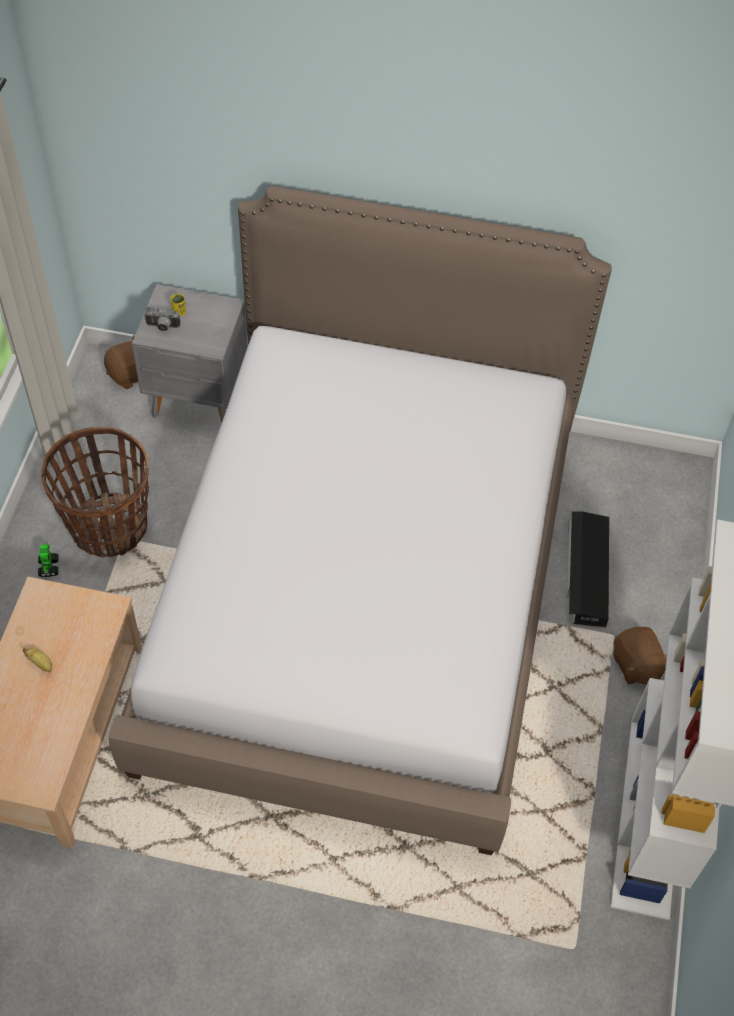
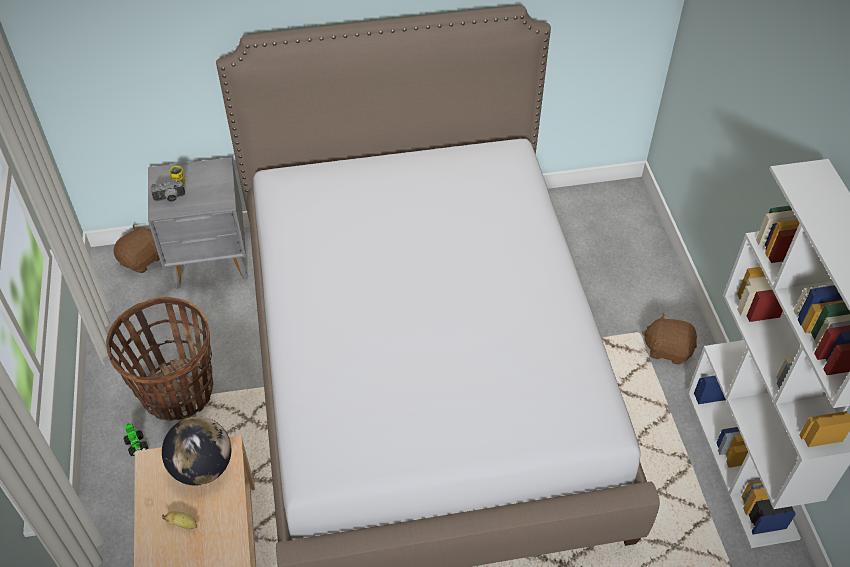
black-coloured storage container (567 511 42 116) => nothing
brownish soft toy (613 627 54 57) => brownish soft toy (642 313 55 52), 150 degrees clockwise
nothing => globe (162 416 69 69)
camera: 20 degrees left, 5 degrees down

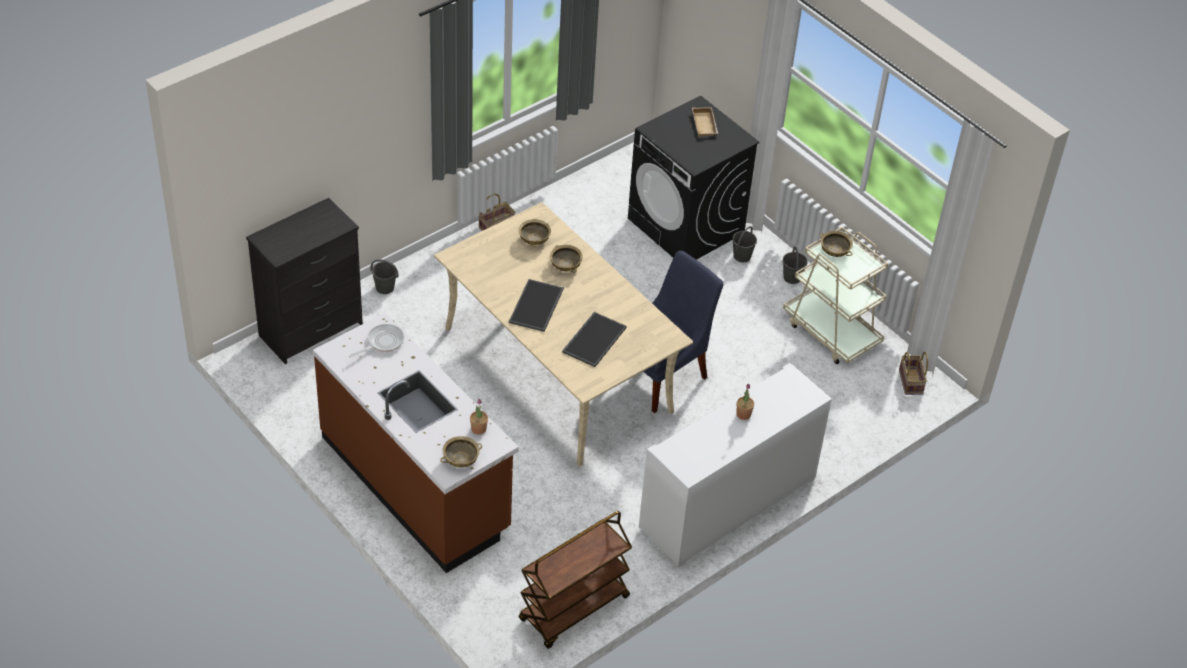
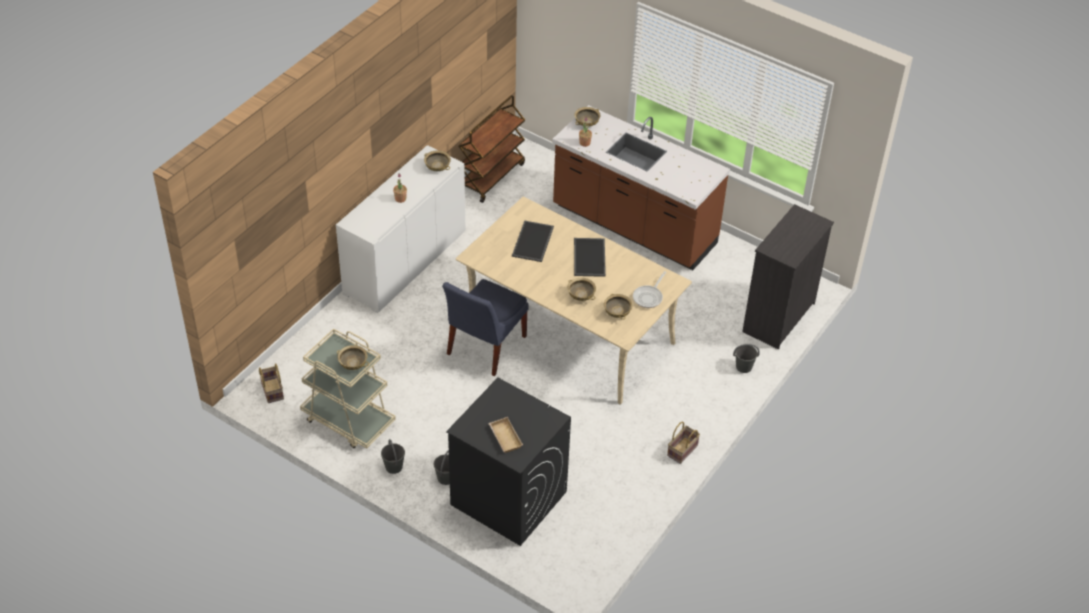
pan (349 324 55 34) => pan (633 271 33 37), relocated
nothing => beige-coloured bowl (424 150 27 21)
camera: 165 degrees right, 0 degrees up

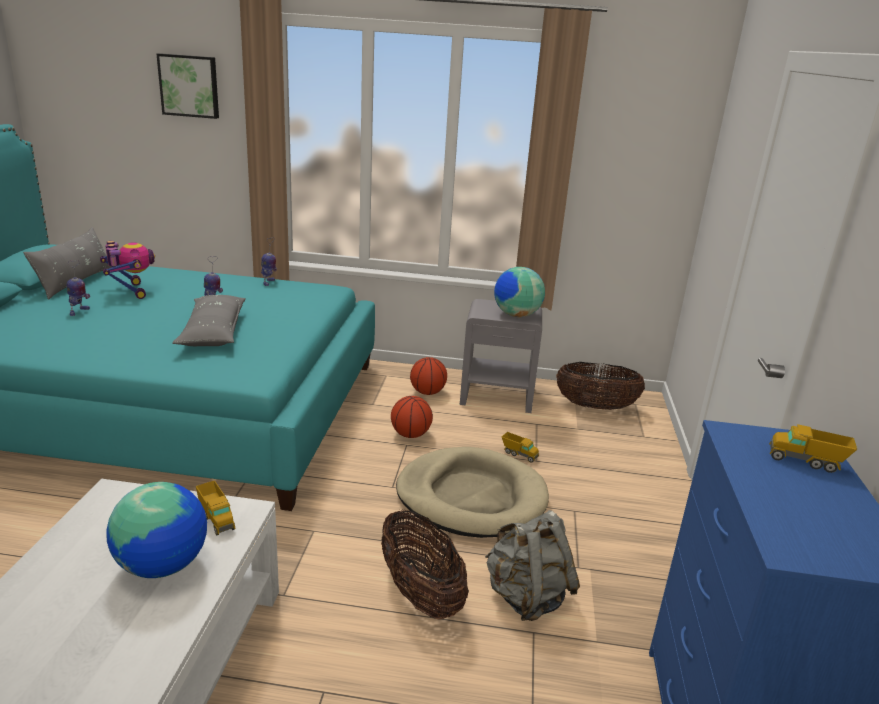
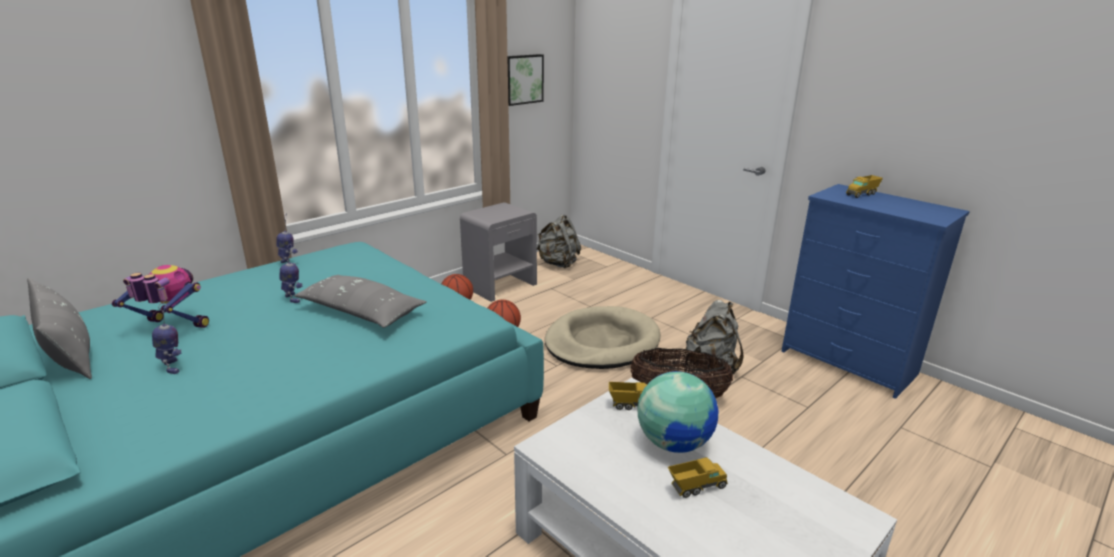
wall art (157 53 62 66) => wall art (507 54 37 52), relocated
globe (494 267 51 50) => nothing
toy truck (502 432 37 31) => toy truck (668 457 60 41), relocated
storage basket (556 362 89 48) => gray backpack (537 214 44 54)
camera: 50 degrees left, 0 degrees up

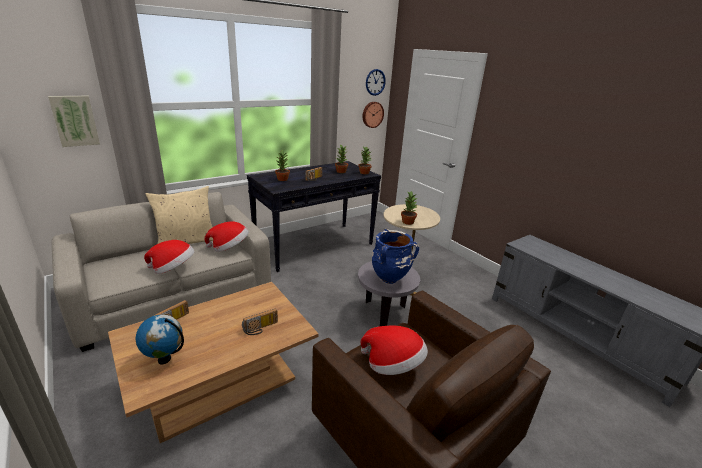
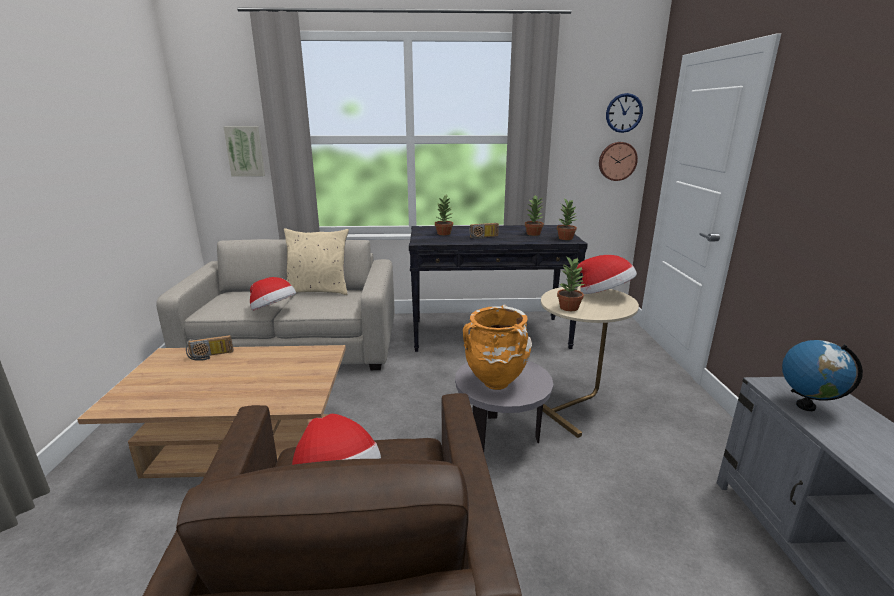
globe (136 314 48 50) => globe (782 340 81 71), relocated
wearable hat (204 222 45 30) => wearable hat (574 255 63 39), relocated
radio (242 308 36 27) => nothing
blue vase (372 229 47 55) => orange vase (463 304 69 86)
camera: 35 degrees right, 5 degrees down

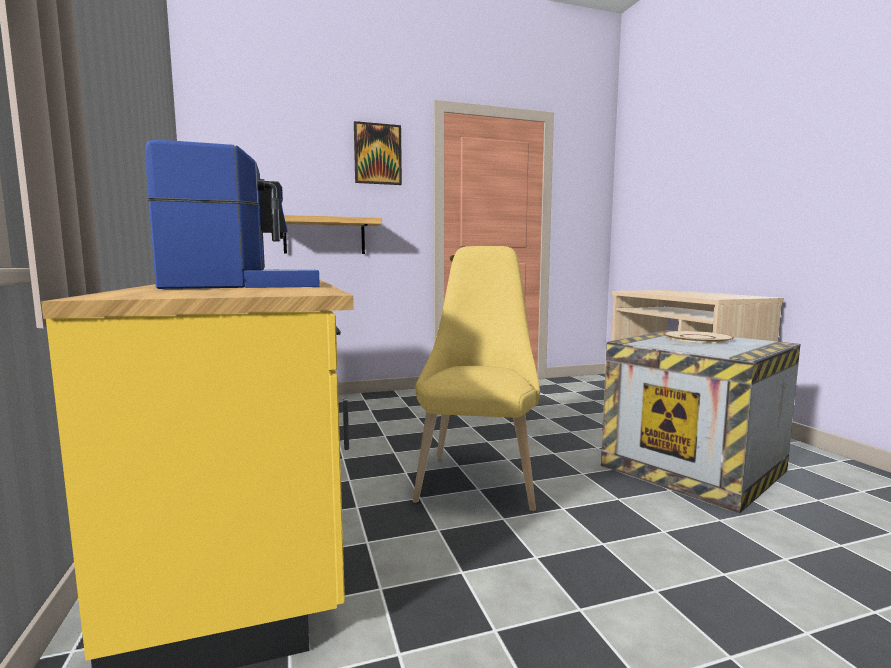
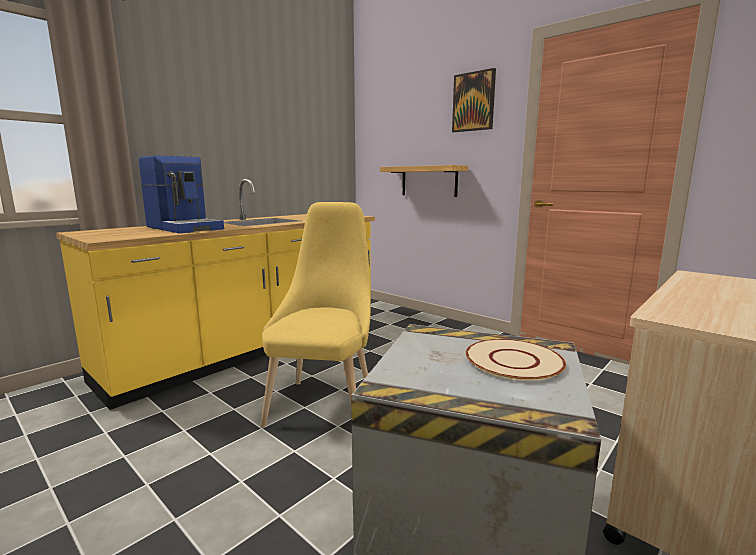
yellow chair (413 246 127 265) => yellow chair (260 202 111 226), 60 degrees counterclockwise
camera: 60 degrees right, 5 degrees up

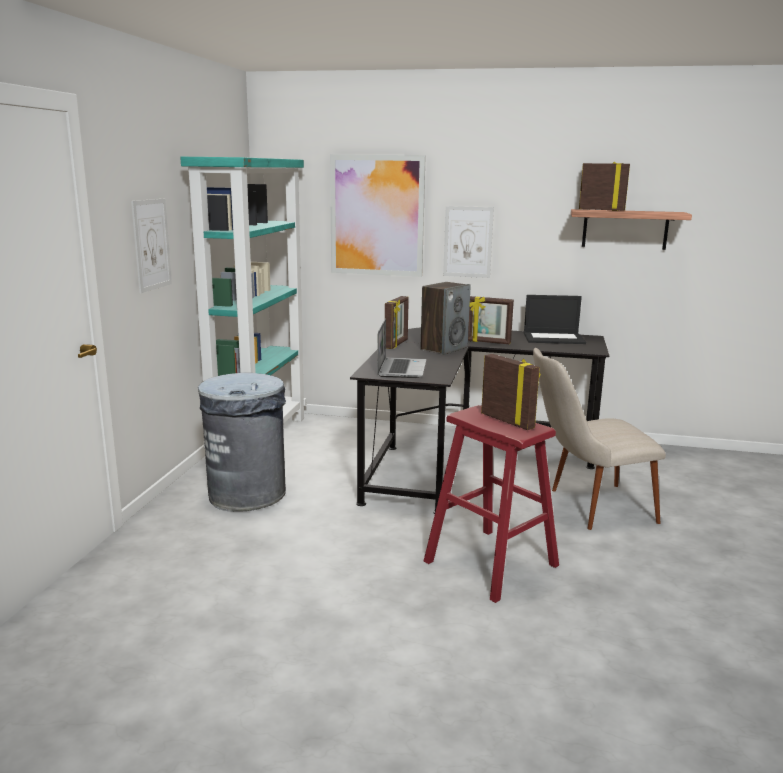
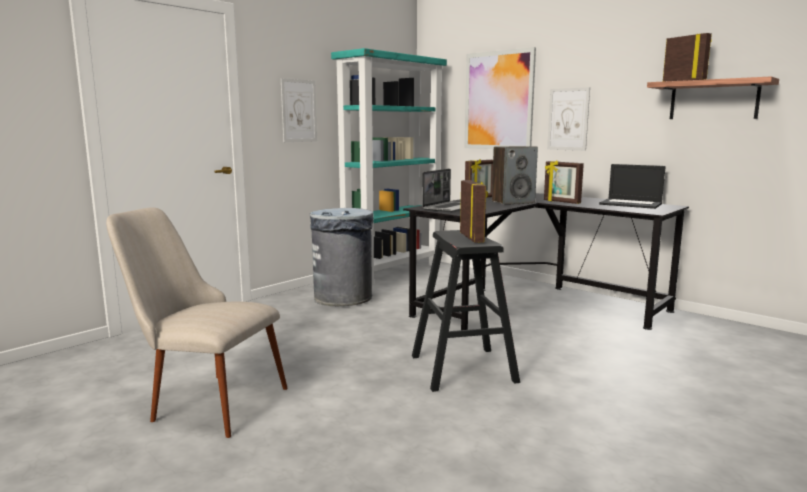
reddish sitting stool (424 405 135 198) => black-coloured sitting stool (412 230 108 162)
beige-coloured chair (533 348 133 182) => beige-coloured chair (106 207 182 231), relocated
camera: 30 degrees right, 5 degrees down

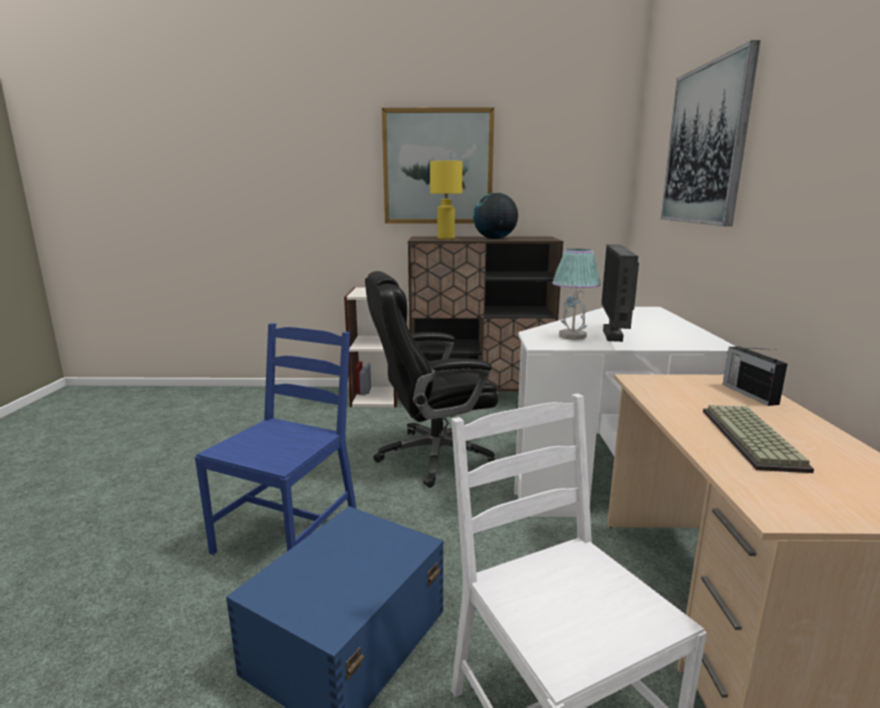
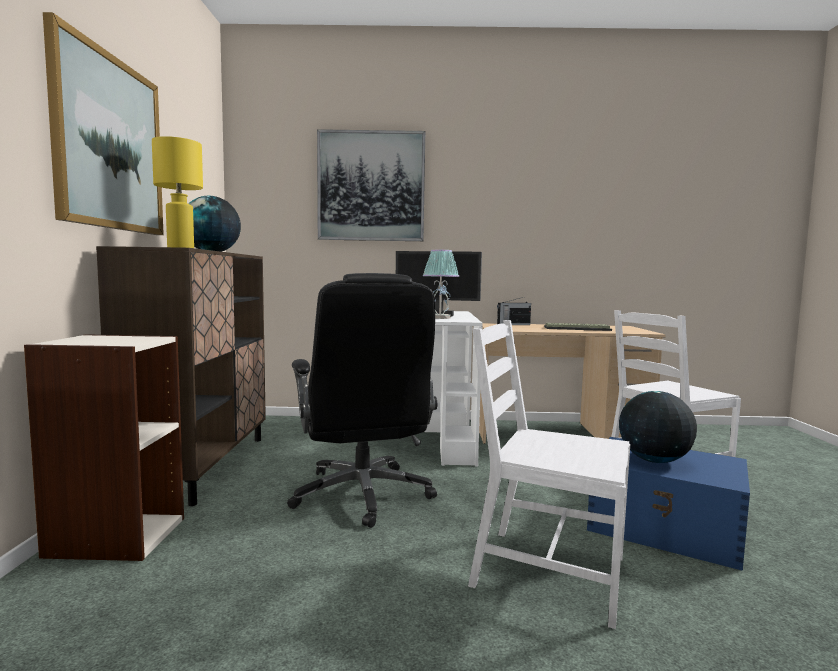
blue chair (195 323 162 232) => whitish chair (468 320 162 309)
nothing => globe (619 391 78 72)
camera: 90 degrees left, 10 degrees down

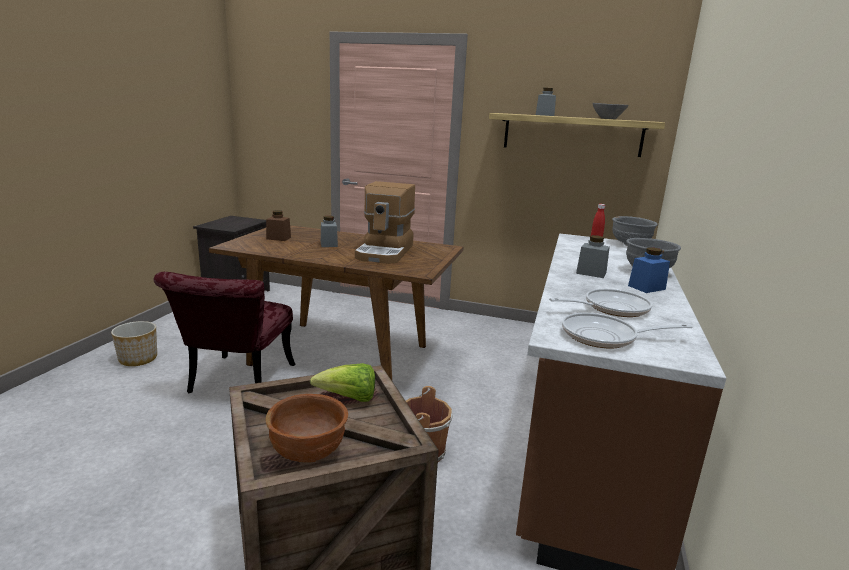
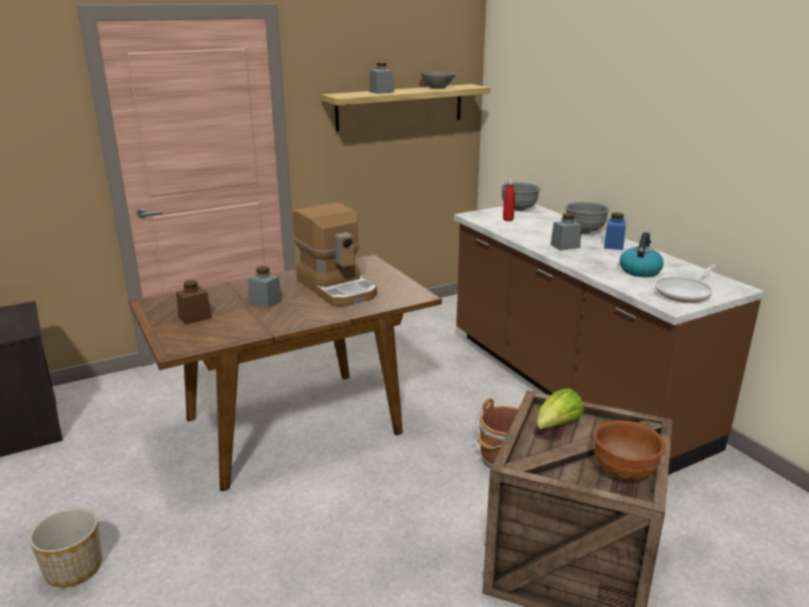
reddish chair (154 272 141 121) => nothing
pan (549 289 103 28) => water kettle (620 232 44 45)
camera: 45 degrees left, 5 degrees up

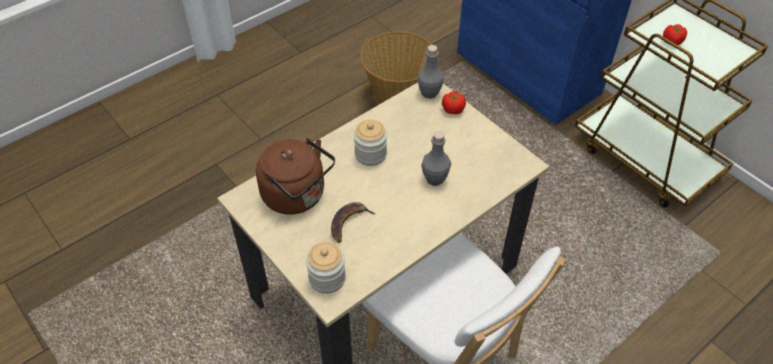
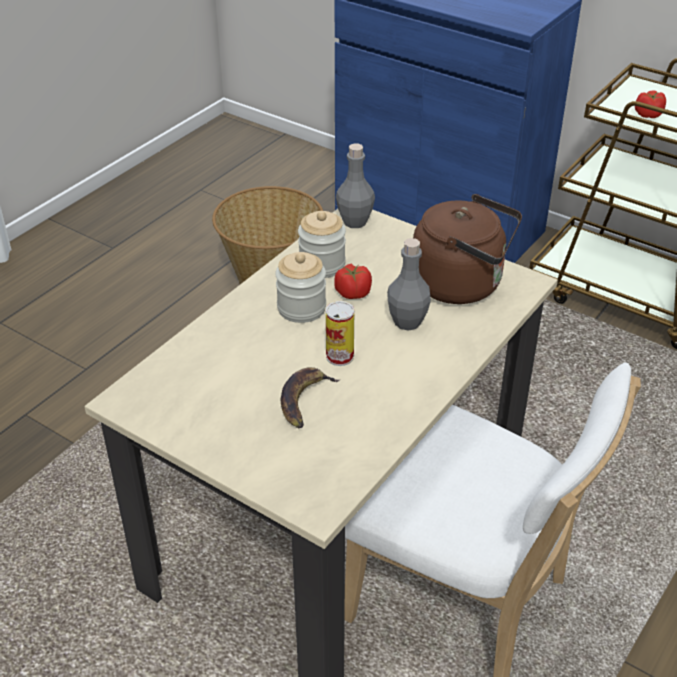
brownish water kettle (256 138 79 77) => brownish water kettle (413 194 109 110), relocated
jar (306 242 40 52) => jar (298 211 48 67), relocated
tomato (442 91 24 23) => tomato (334 264 38 35), relocated
nothing => can (326 301 28 65)
camera: 15 degrees left, 10 degrees down

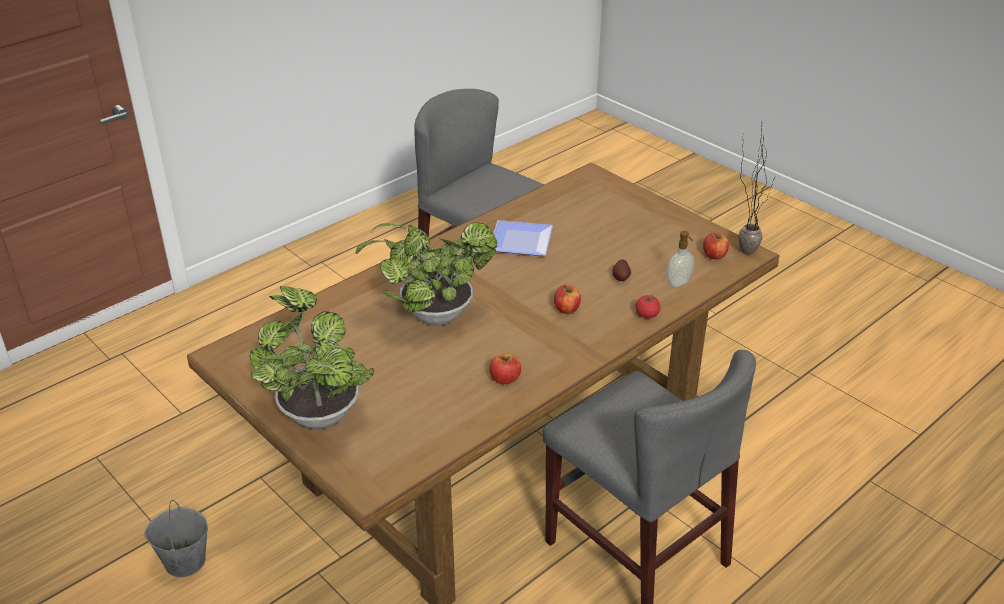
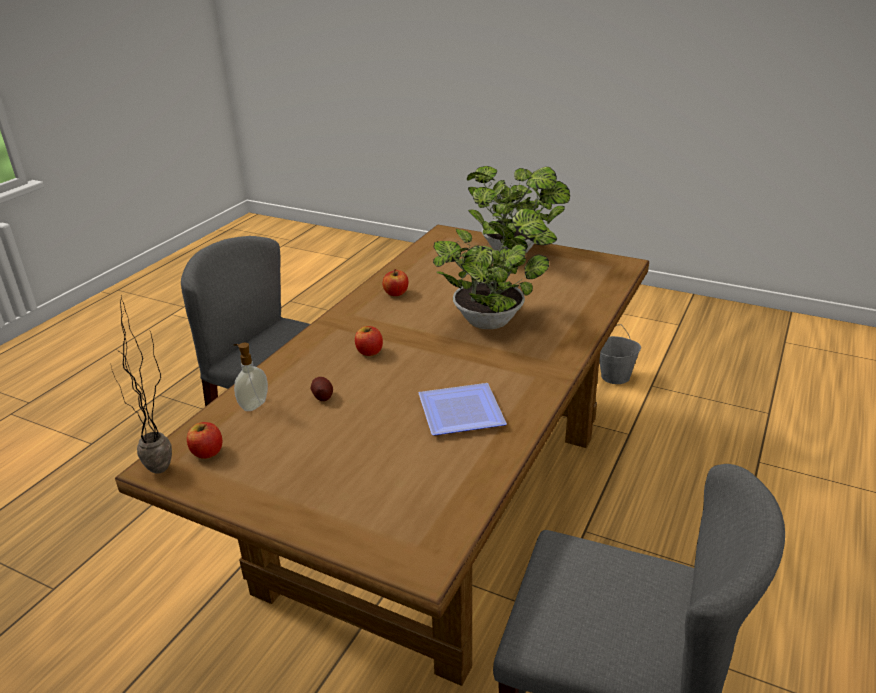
tomato (635 295 26 23) => nothing
camera: 160 degrees right, 5 degrees down

